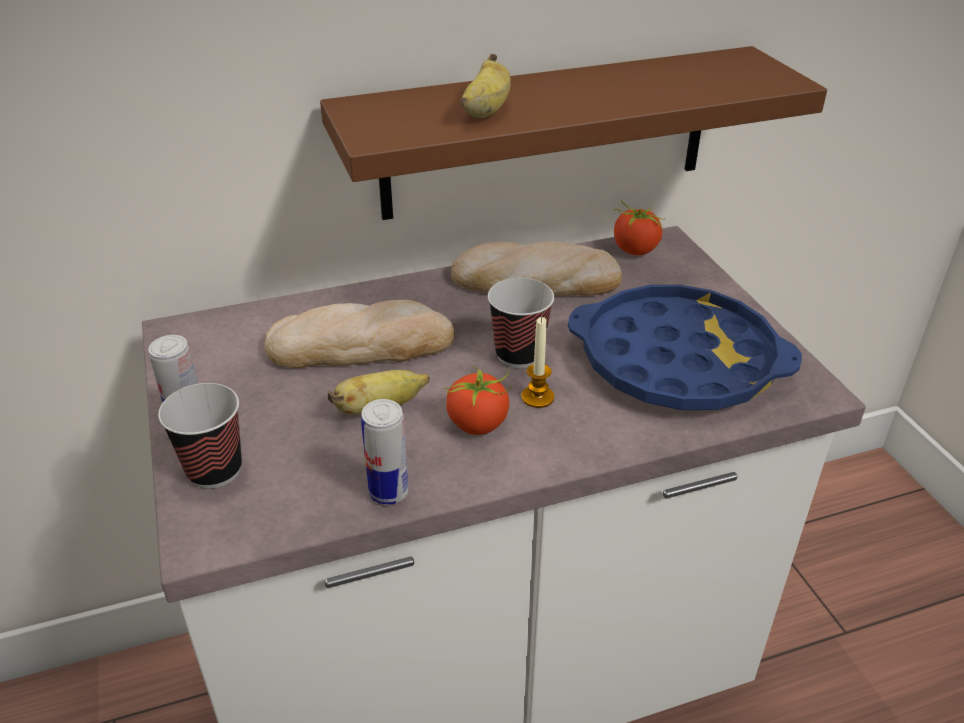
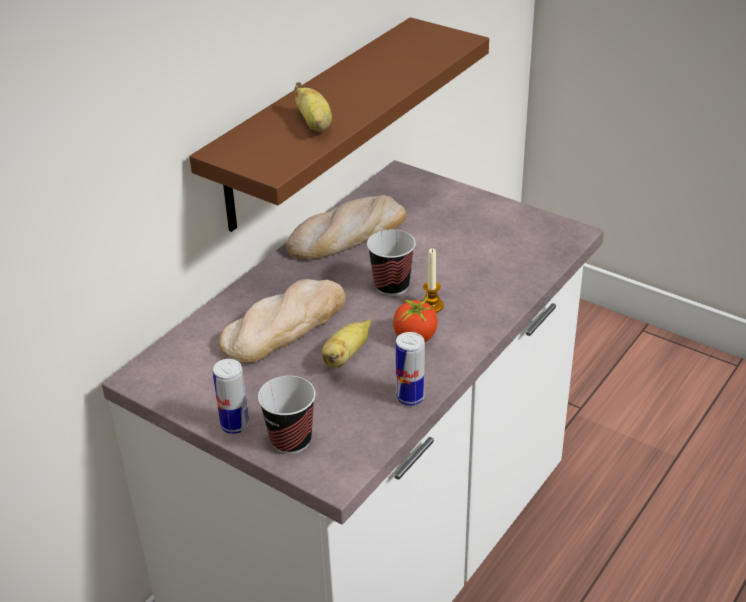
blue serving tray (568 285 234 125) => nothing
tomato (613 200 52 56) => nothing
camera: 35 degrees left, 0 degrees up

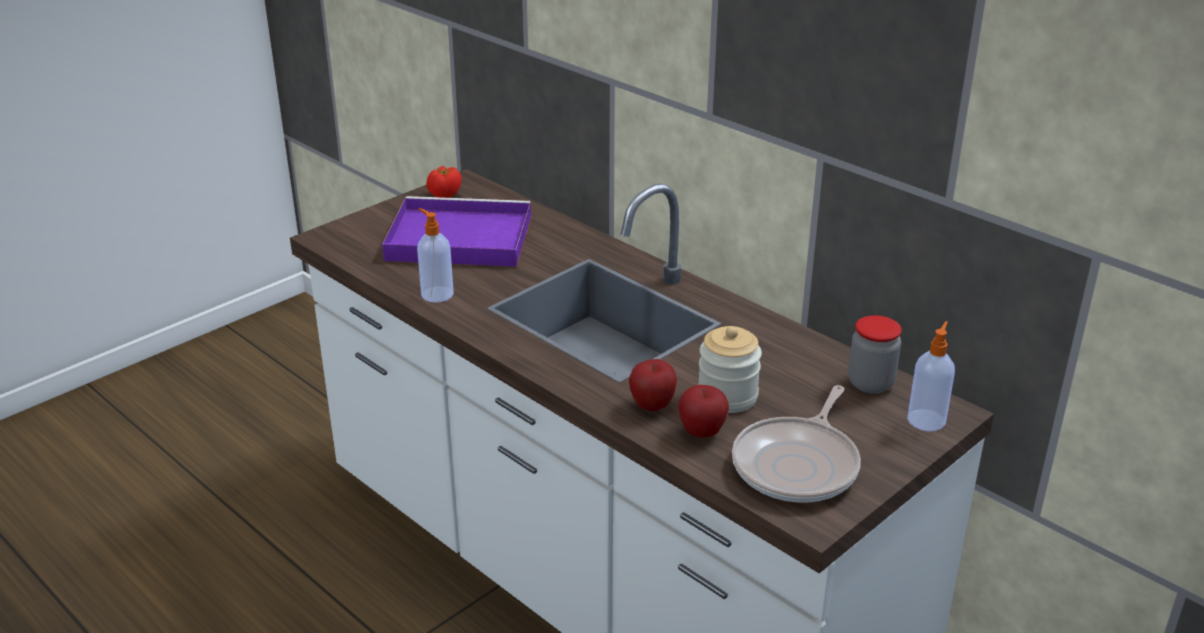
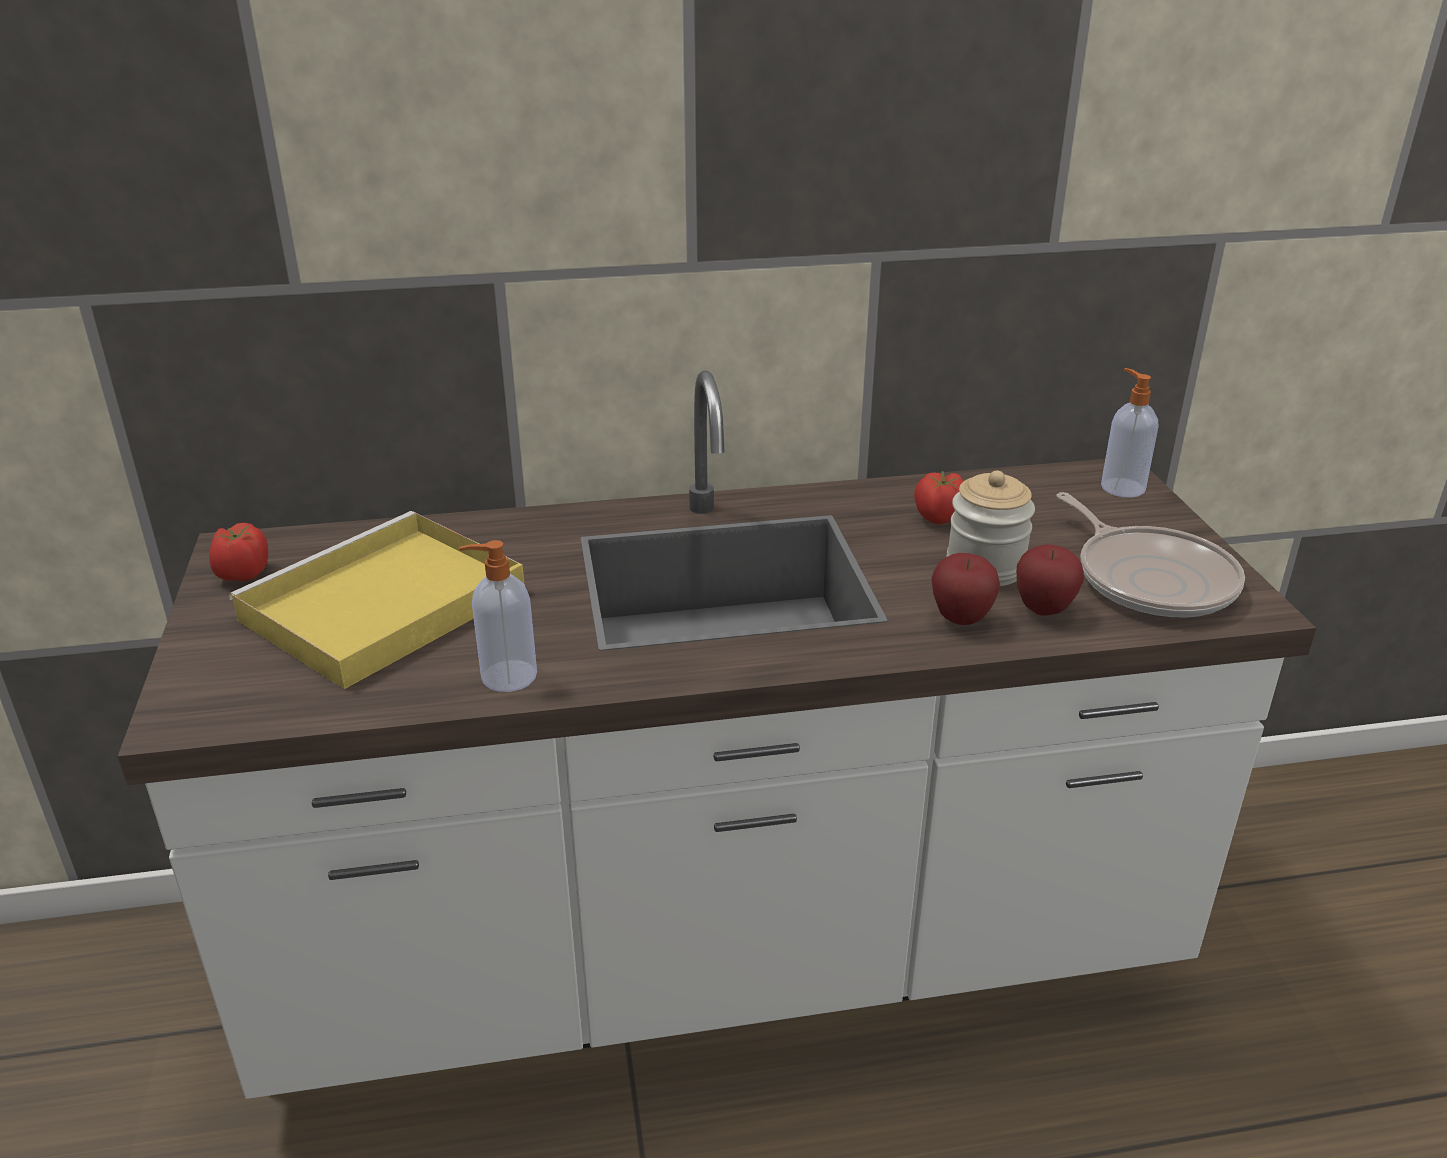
purplish serving tray (382 196 149 71) => yellow serving tray (229 511 296 178)
jar (848 315 54 79) => nothing
nothing => tomato (914 471 50 54)
camera: 55 degrees left, 0 degrees up

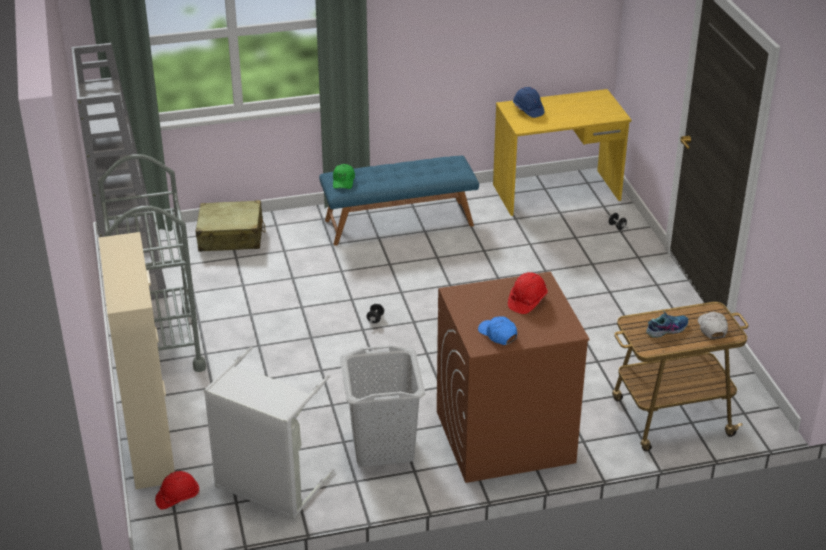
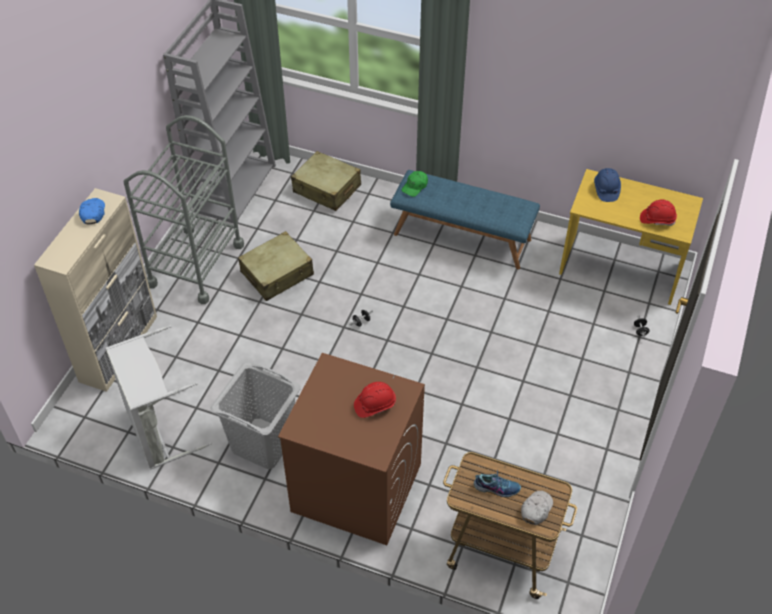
reddish safety helmet (155 471 45 39) => reddish safety helmet (640 199 37 27), relocated
blue cap (478 316 39 29) => blue cap (79 198 26 26), relocated
nothing => beige-coloured travel case (238 231 76 70)
camera: 35 degrees right, 15 degrees up

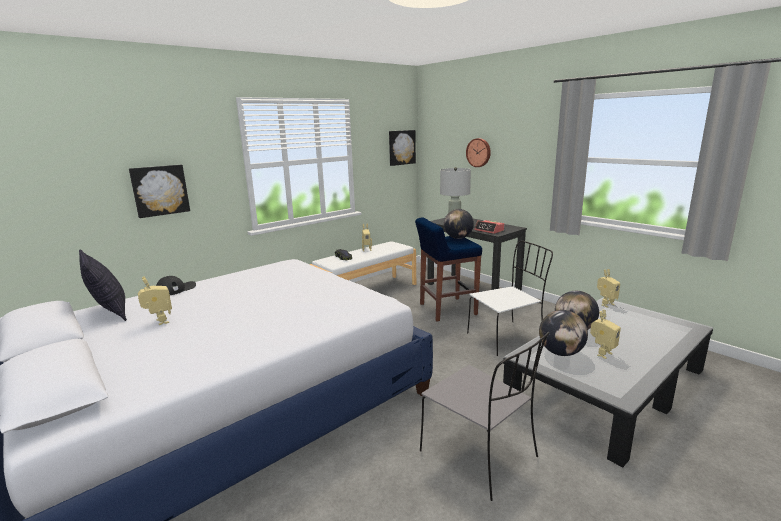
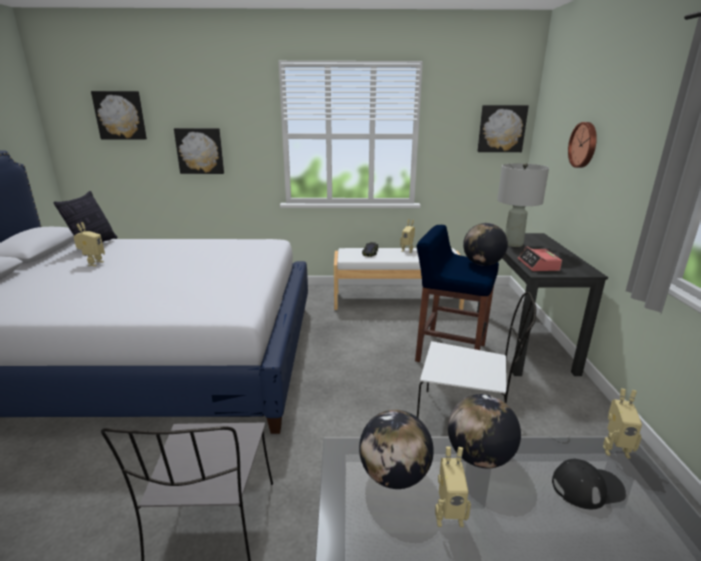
black-coloured cap (156 276 40 19) => black-coloured cap (552 459 74 50), relocated
nothing => wall art (91 91 56 49)
camera: 40 degrees right, 5 degrees up

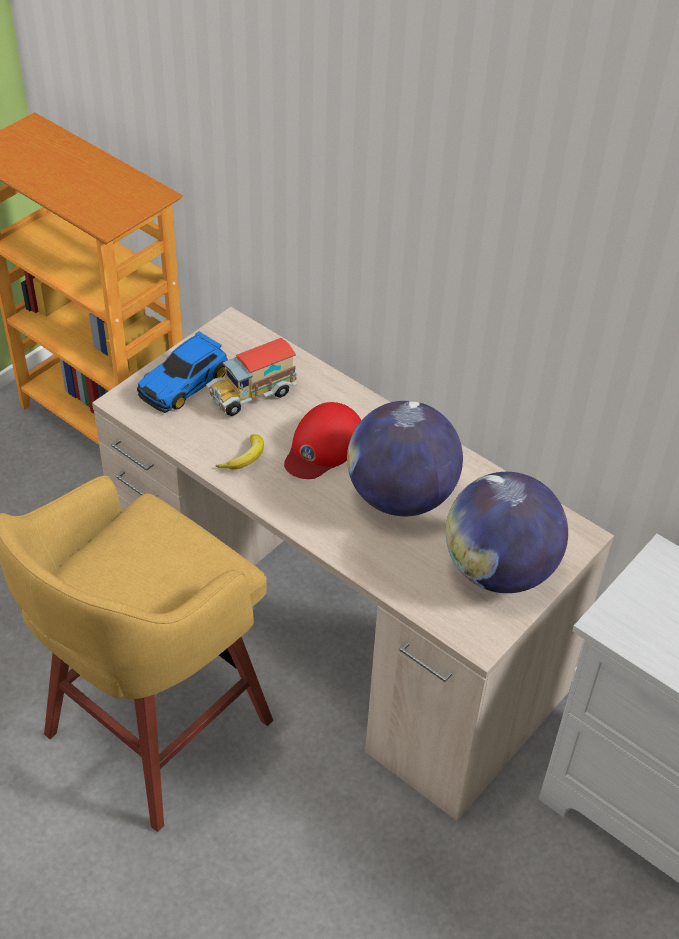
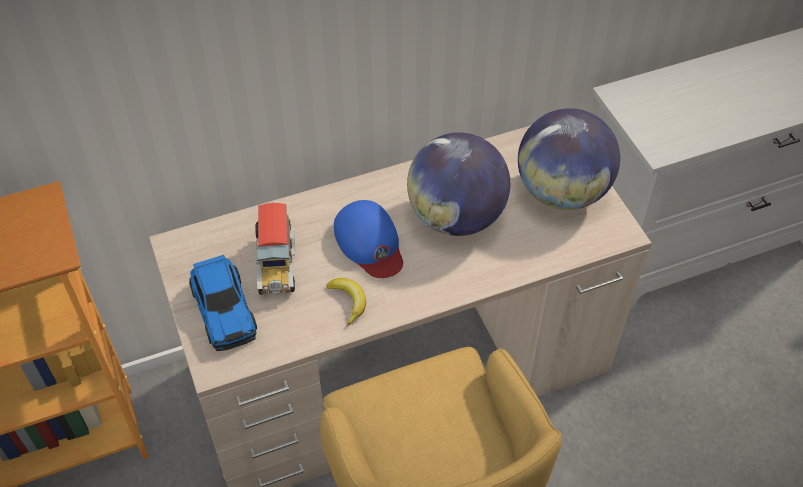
reddish cap (284 402 77 77) => blue cap (334 200 69 78)
camera: 60 degrees left, 5 degrees up

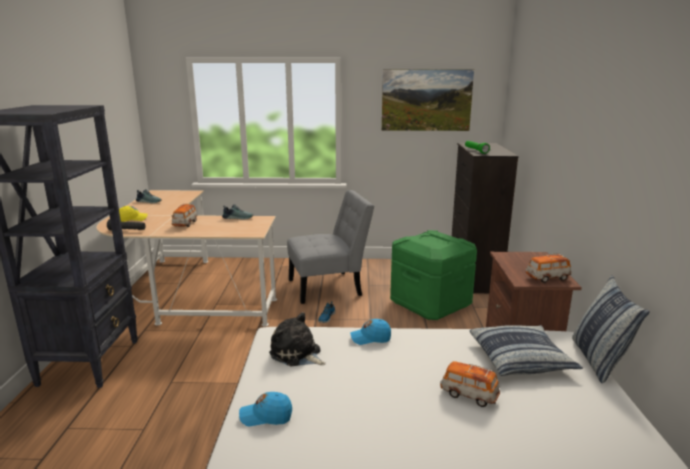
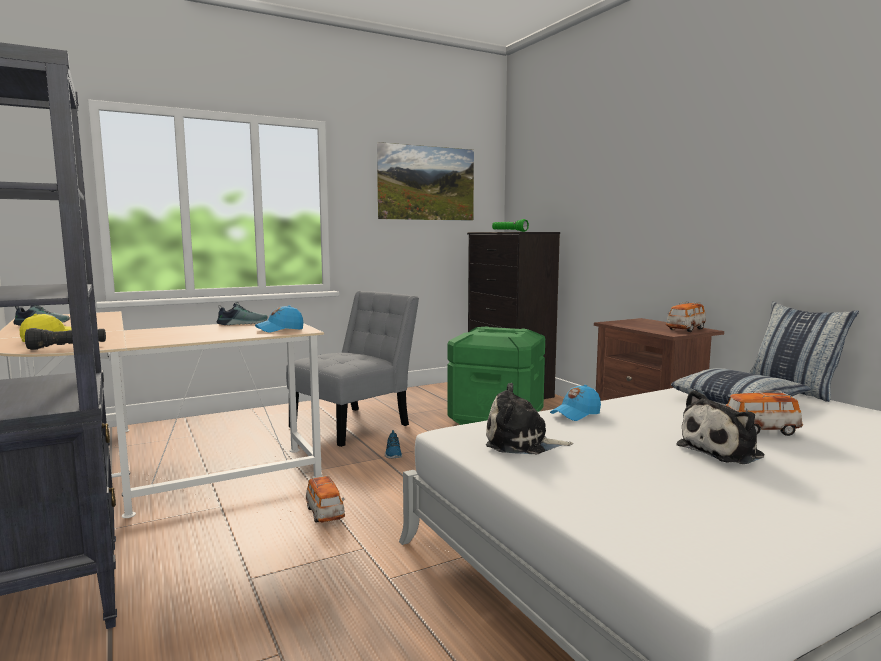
miniature car (171 204 26 23) => miniature car (306 475 39 48), relocated
blue cap (239 392 53 34) => blue cap (255 305 48 28), relocated
nothing => soft toy (677 390 88 74)
camera: 30 degrees left, 10 degrees down

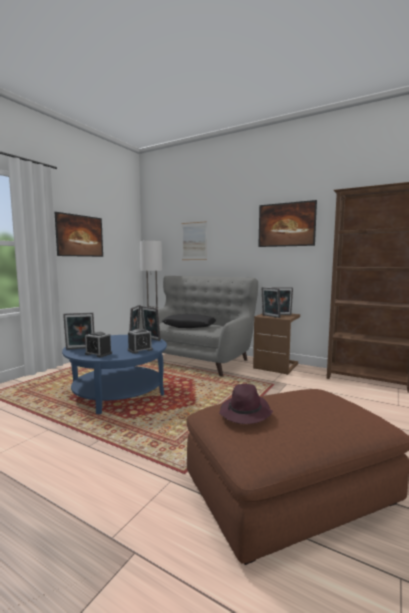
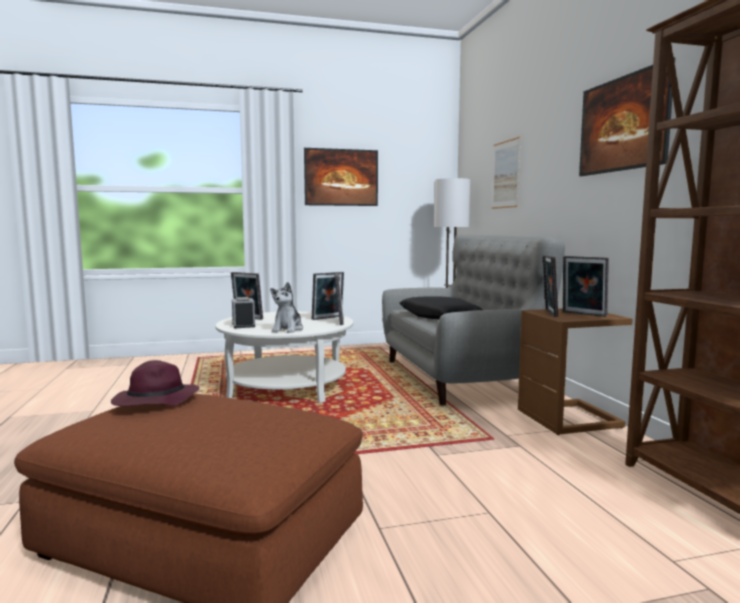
blue coffee table (62 335 105 79) => whitish coffee table (215 311 138 92)
bedside clock (128 329 25 25) => soft toy (270 282 33 51)
camera: 45 degrees right, 0 degrees up

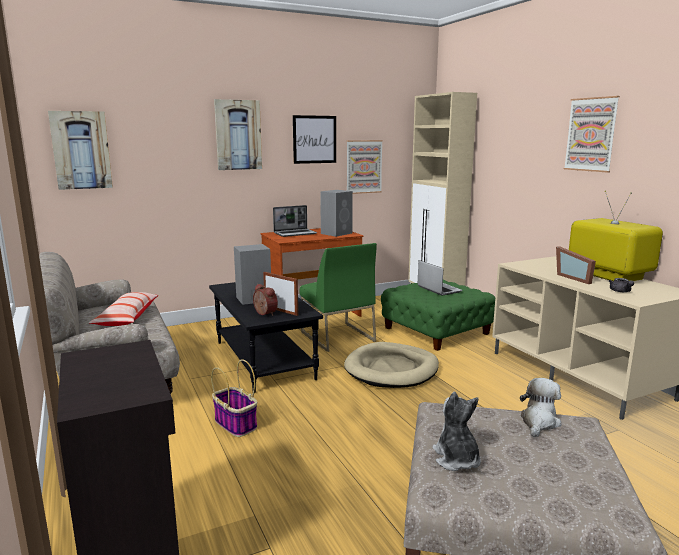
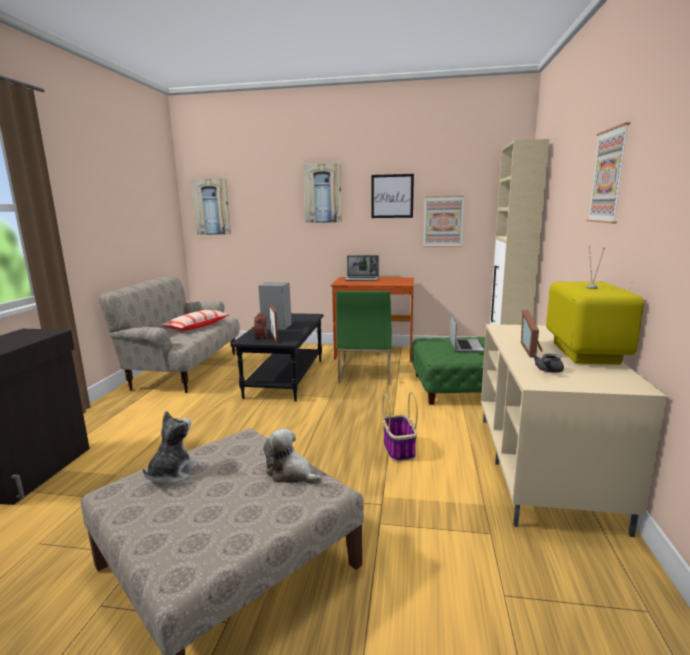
storage basket (211 359 46 78) => storage basket (383 392 35 70), relocated
gray audio speaker (320 190 33 47) => nothing
beige-coloured dog cushion (344 342 95 46) => nothing
soft toy (520 378 42 59) => soft toy (263 429 59 56), 120 degrees counterclockwise
camera: 35 degrees right, 0 degrees up

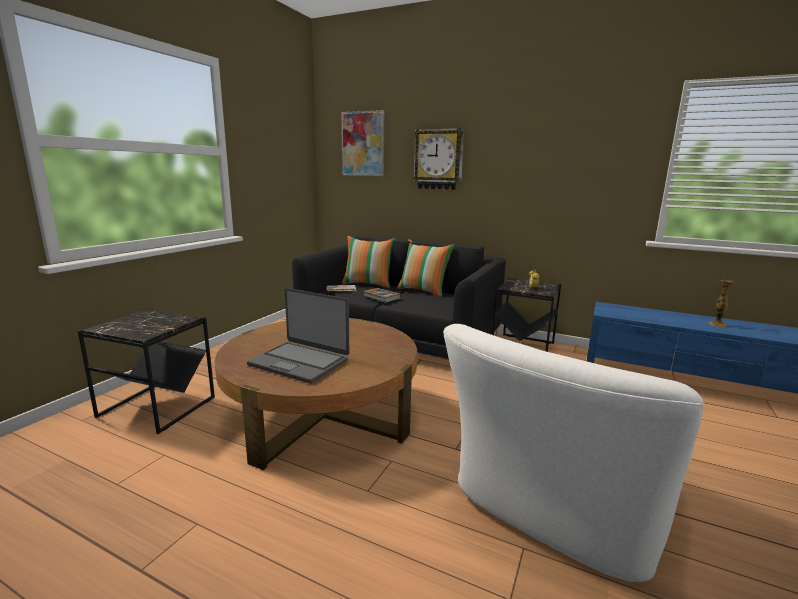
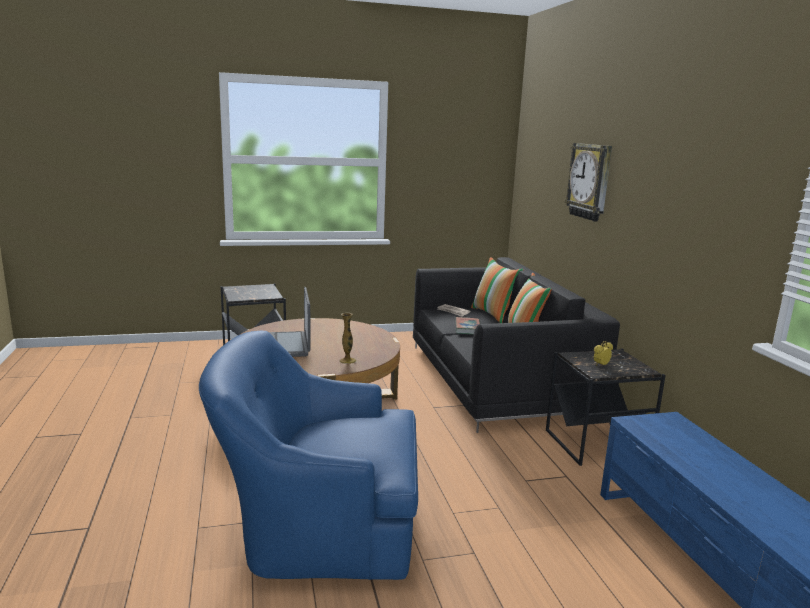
wall art (341 110 43 66) => nothing
whitish armchair (443 324 261 258) => blue armchair (199 331 219 249)
vase (709 280 25 47) => vase (339 313 17 51), relocated
camera: 50 degrees right, 0 degrees up

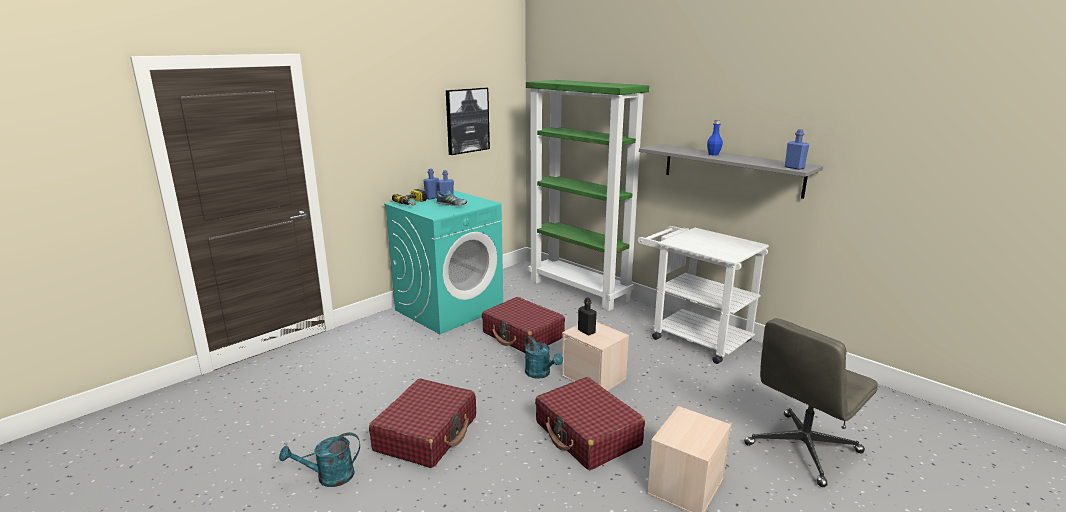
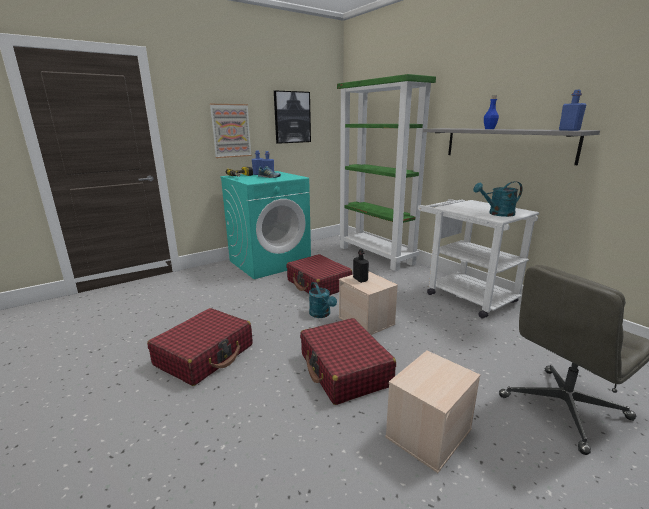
turquoise-coloured watering pot (279 432 81 55) => turquoise-coloured watering pot (473 181 49 36), relocated
nothing => wall art (210 104 42 54)
camera: 10 degrees right, 0 degrees up

